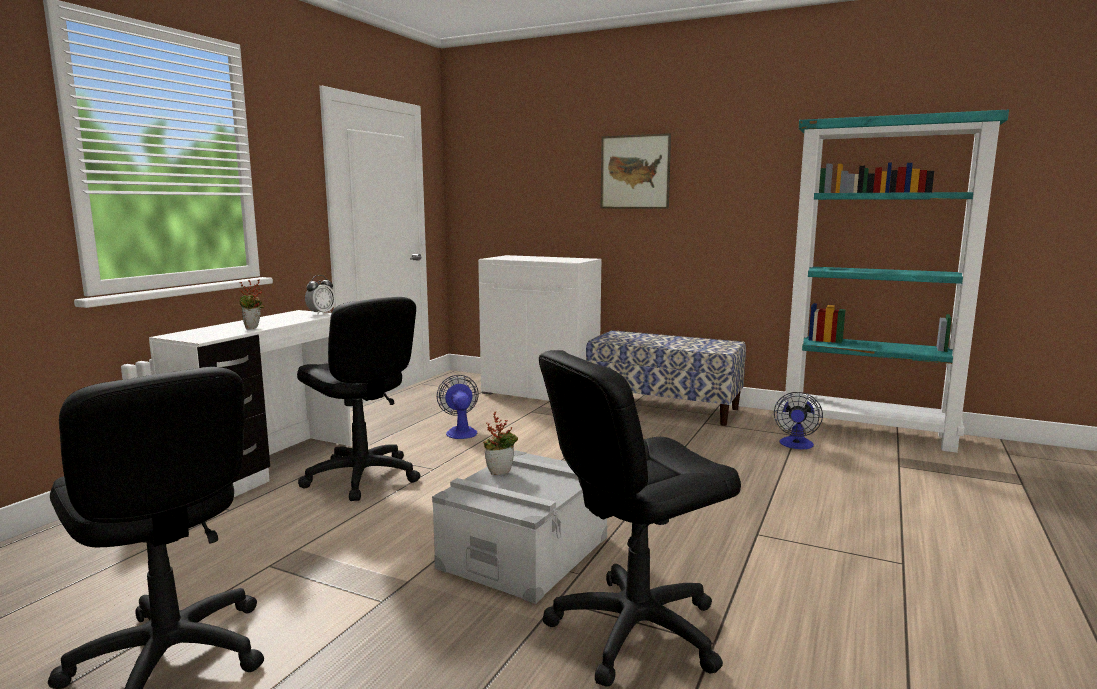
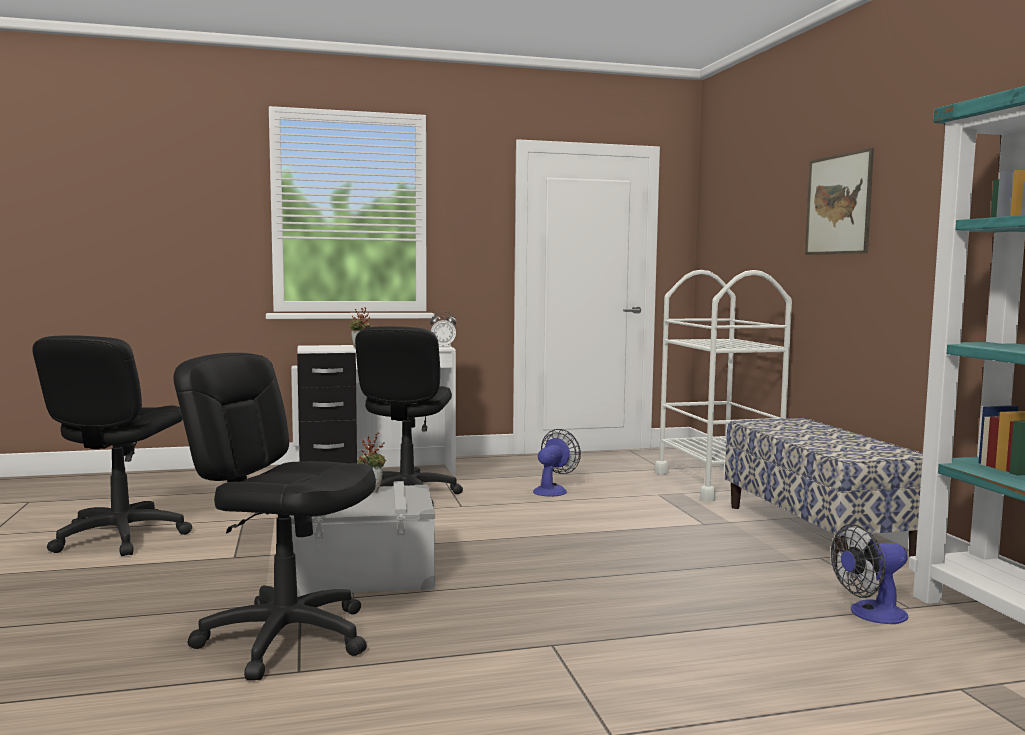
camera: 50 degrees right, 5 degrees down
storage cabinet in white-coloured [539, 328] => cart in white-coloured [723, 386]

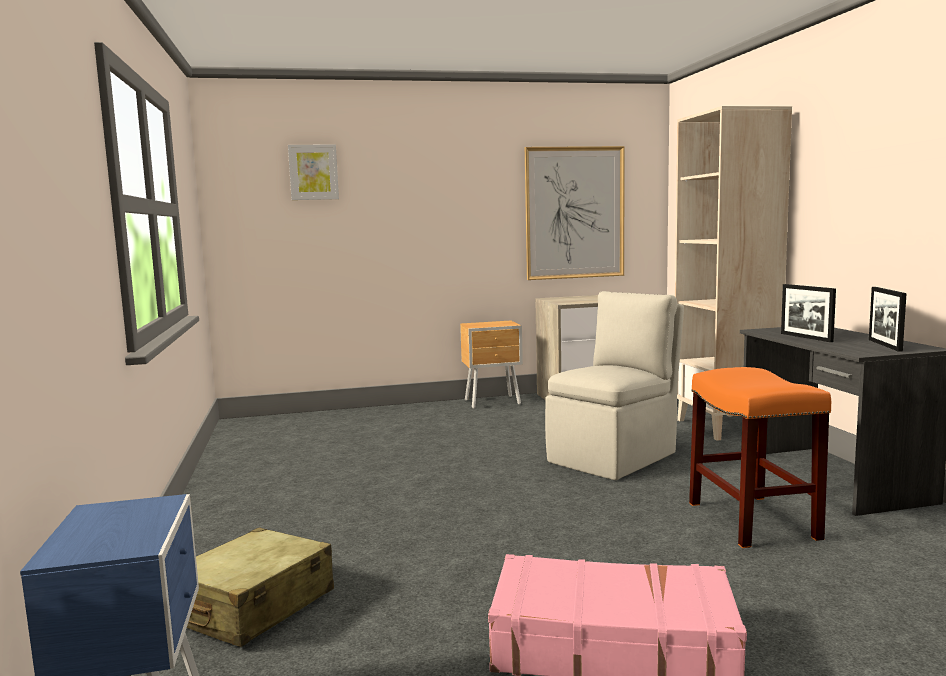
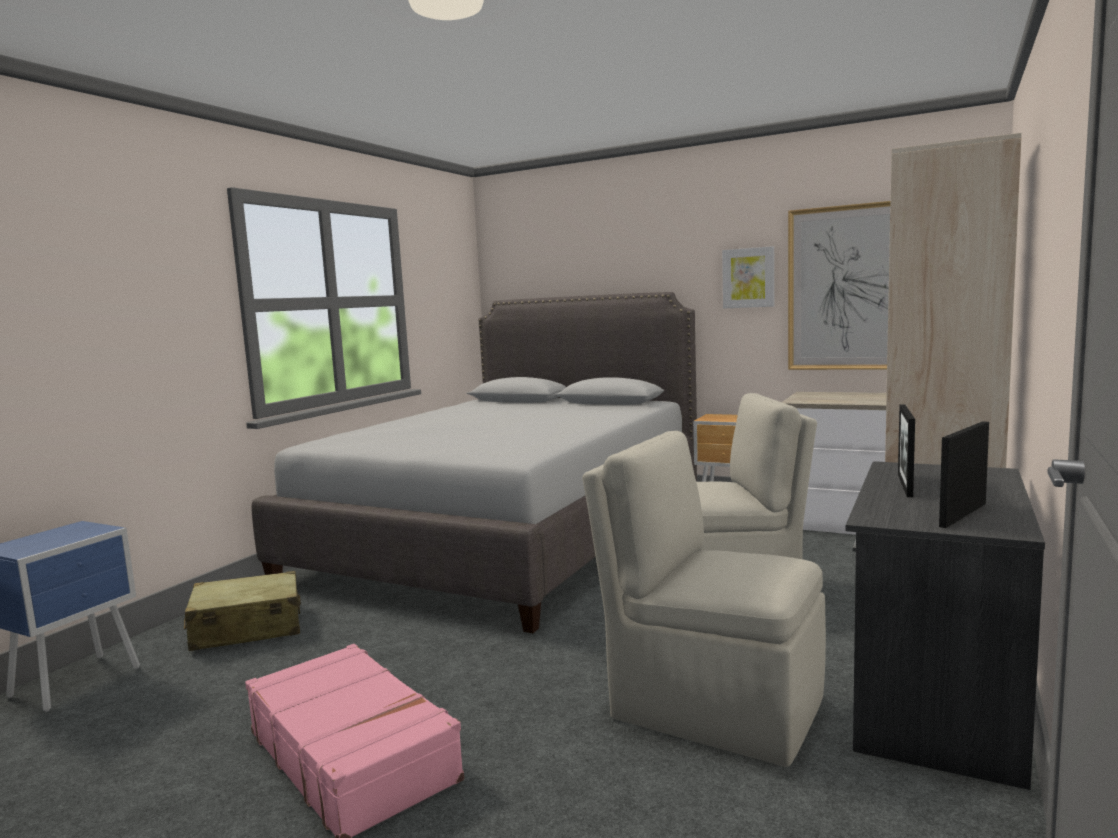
camera: 40 degrees right, 0 degrees up
nothing => sleeping bed in gray [474, 462]
picture [313, 172] => picture [748, 277], move
sitting stool in orangey [760, 457] => chair in sand-coloured [704, 599]

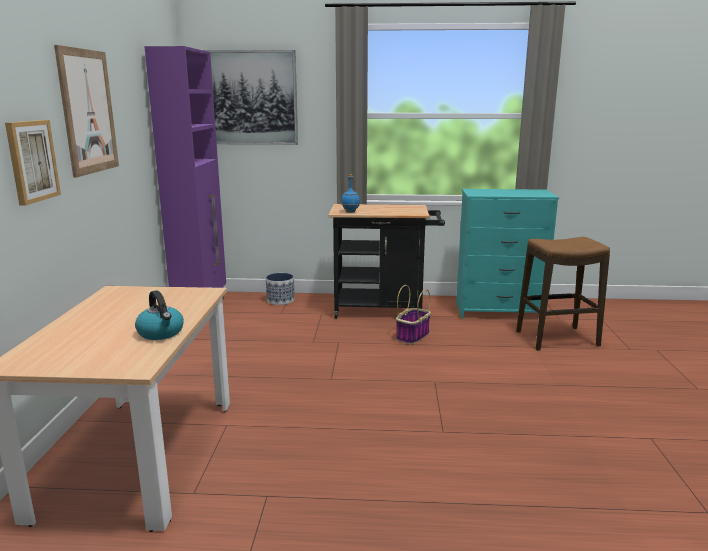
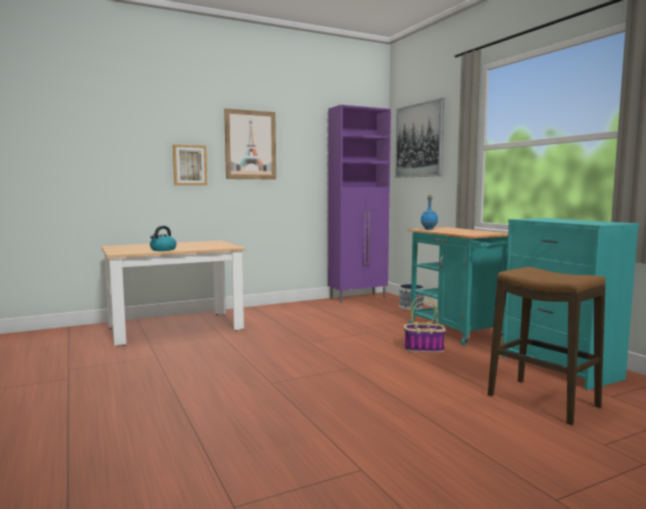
camera: 60 degrees right, 10 degrees down
cart in blackish [386, 261] => cart in turquoise-coloured [457, 286]

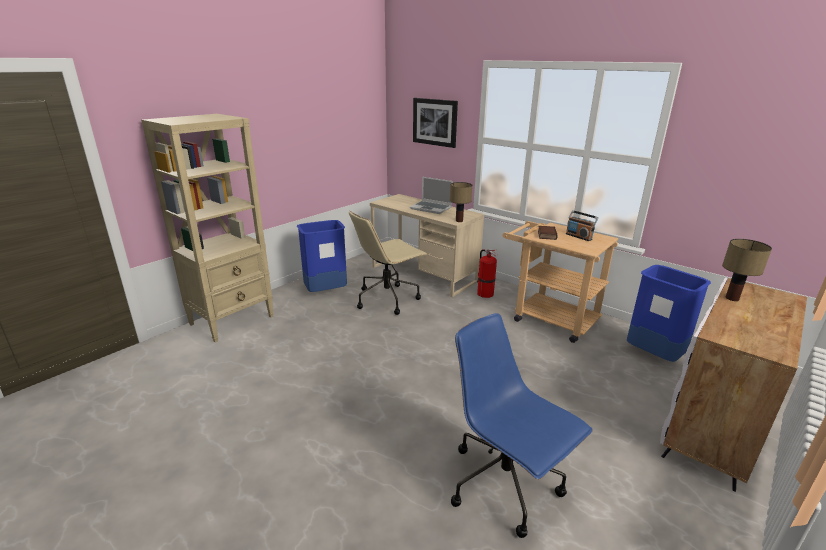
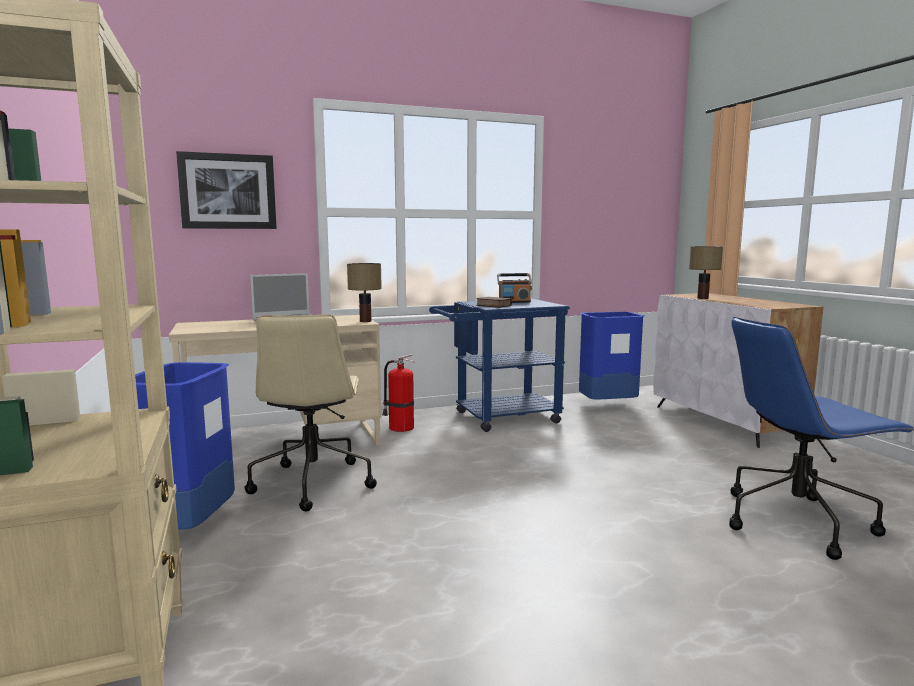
camera: 60 degrees left, 15 degrees down
cart in sand-coloured [560, 282] => cart in blue [499, 365]

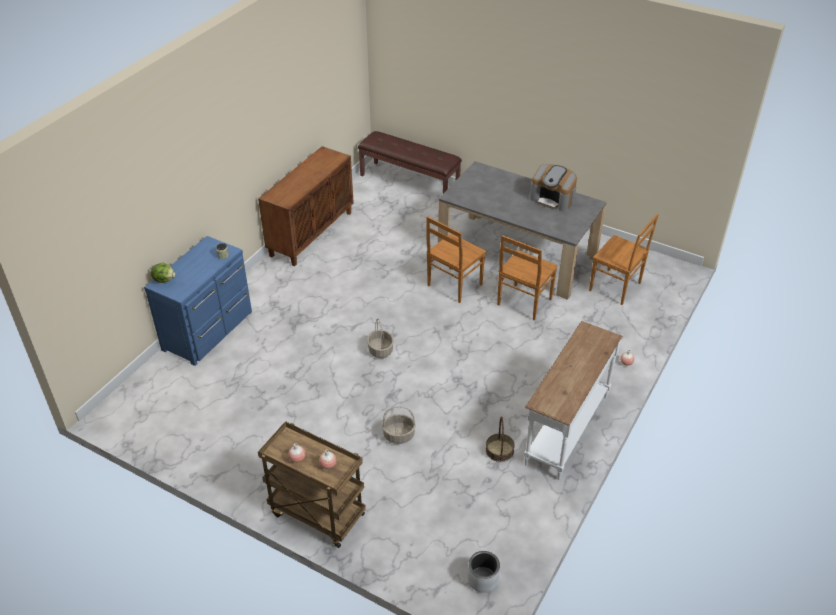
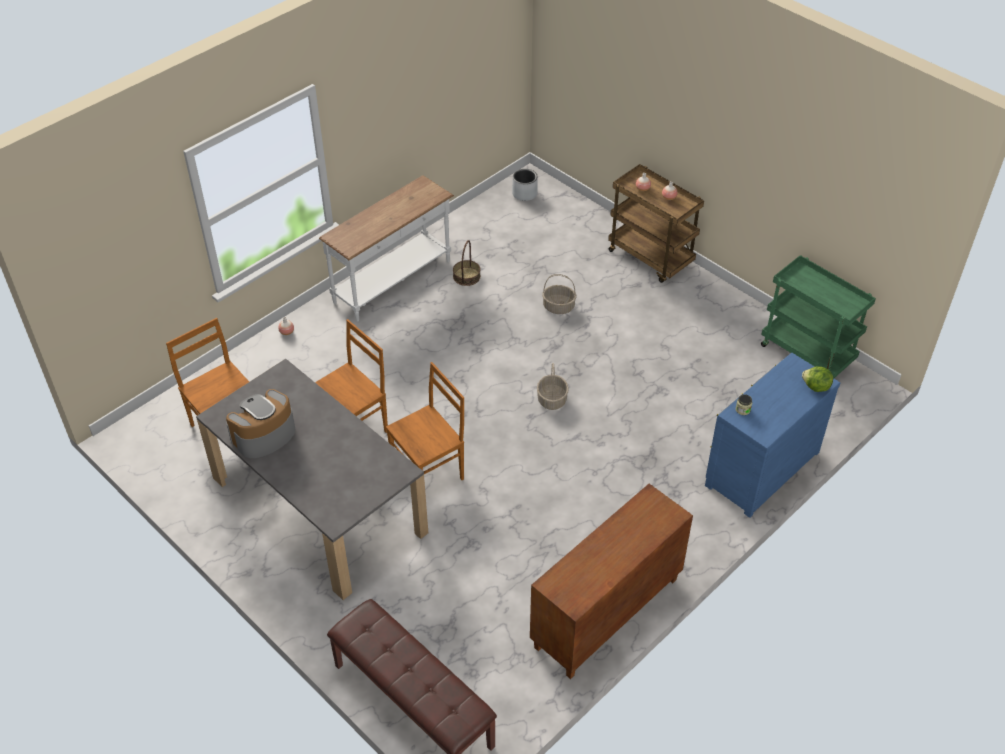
camera: 165 degrees left, 5 degrees up
nothing => cart in greenish [818, 316]
coffee machine [553, 187] => coffee machine [260, 423], 90 degrees counterclockwise

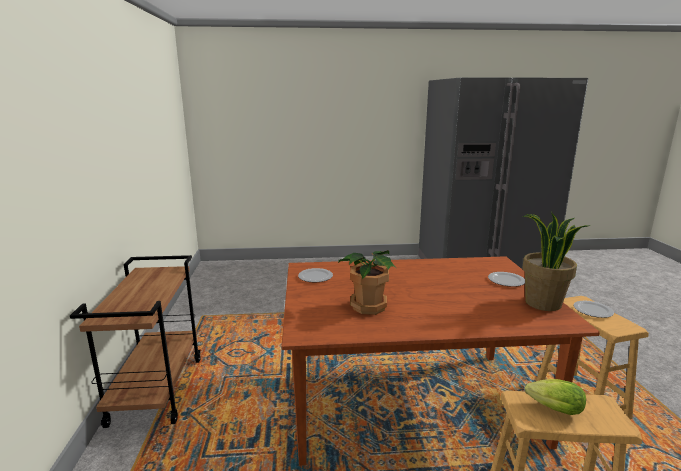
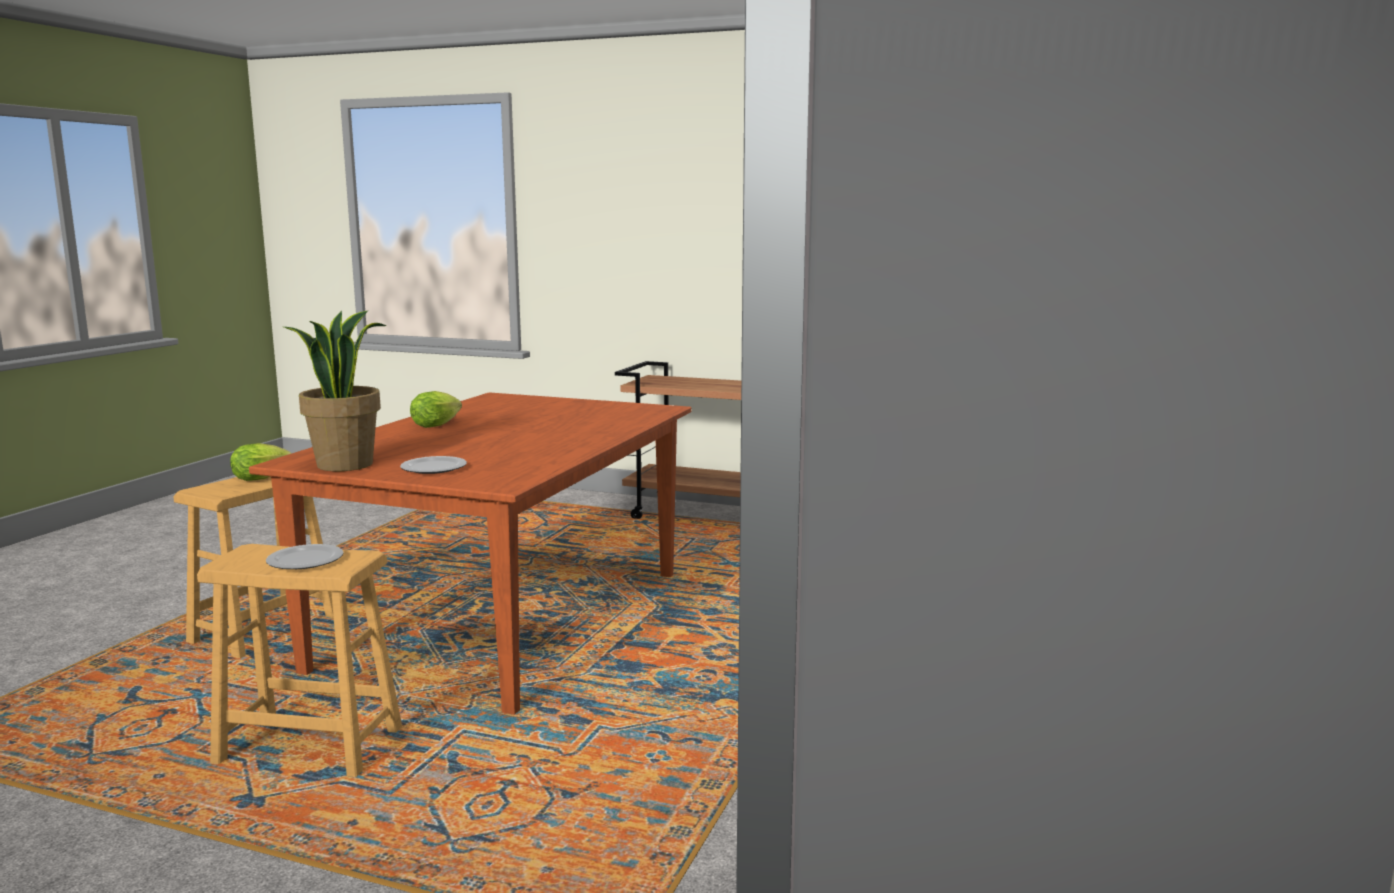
camera: 115 degrees right, 5 degrees down
flat dish [315, 275] => nothing
houseplant [367, 282] => nothing
nothing => lettuce [436, 409]

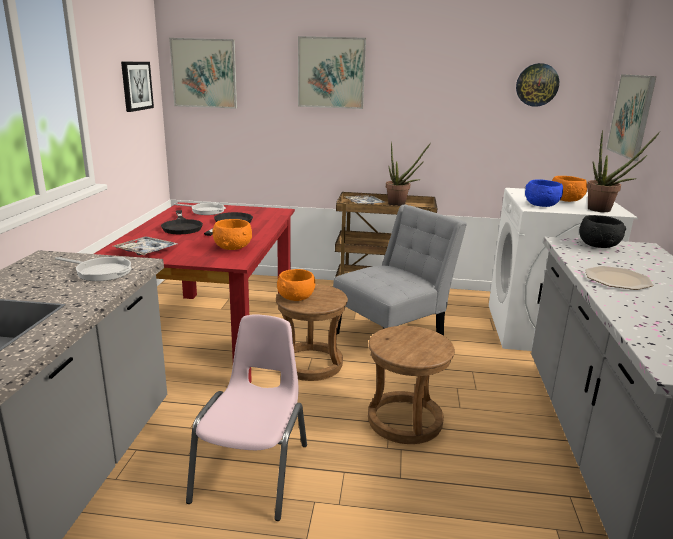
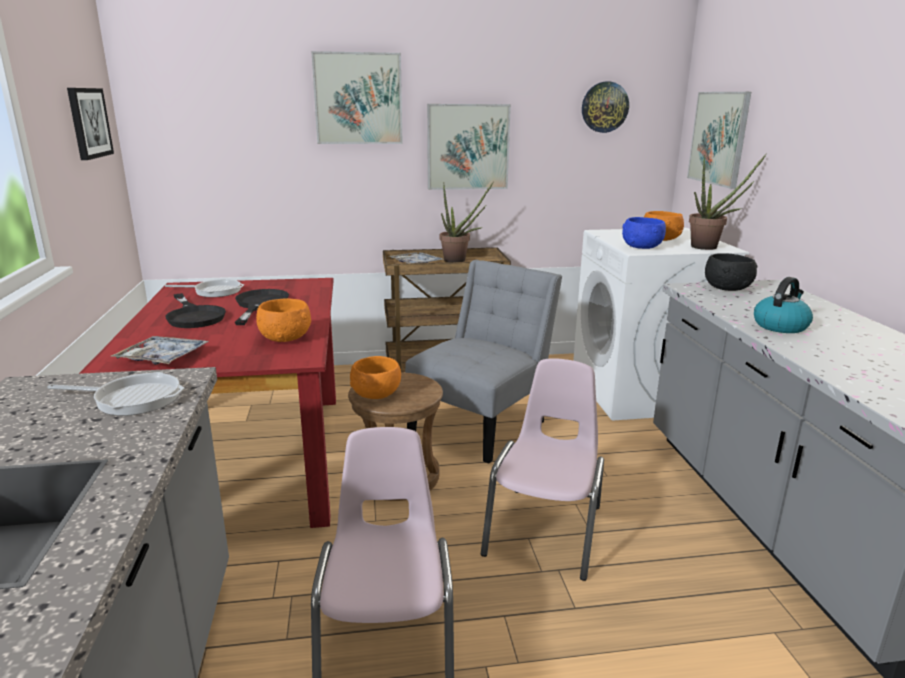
camera: 15 degrees left, 0 degrees up
picture [203, 73] => picture [469, 147], move
sitting stool in brownish [411, 385] => chair in pink [542, 469]
flat dish [619, 278] => tea kettle [783, 305]

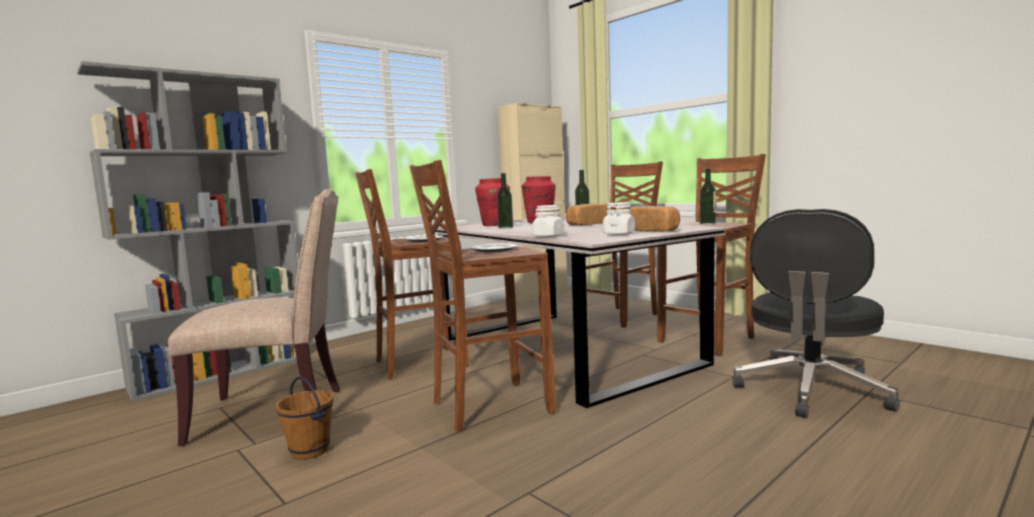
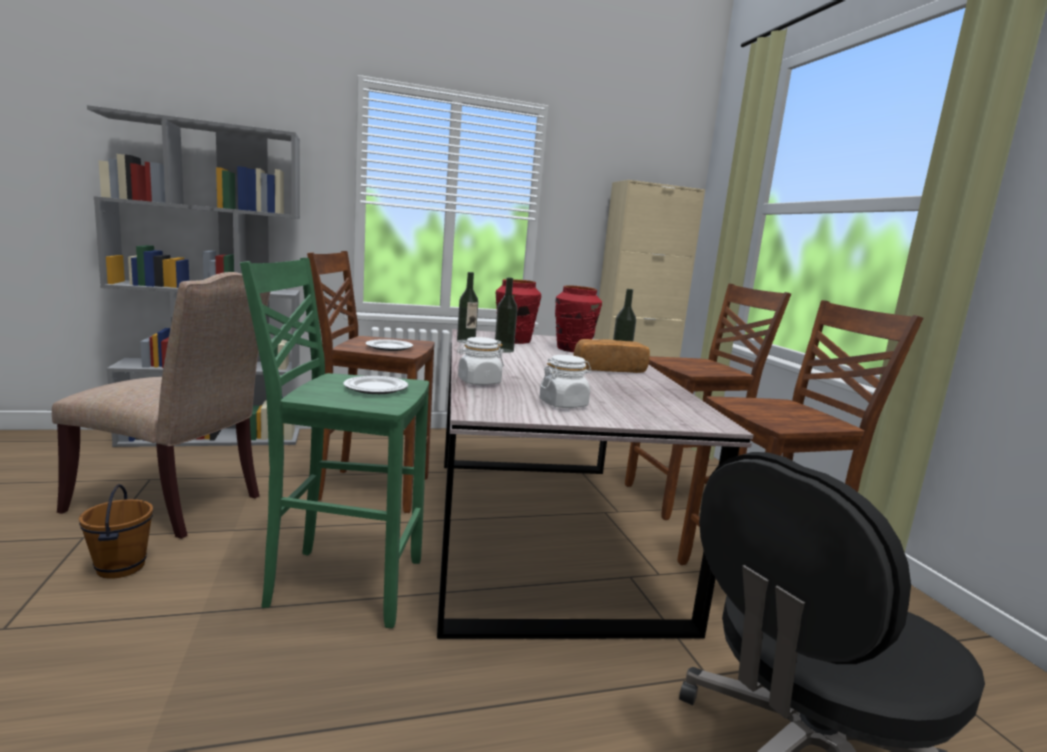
camera: 25 degrees right, 5 degrees up
baked bread [655, 219] => nothing
drink bottle [708, 197] => drink bottle [467, 307], move
sitting stool in brownish [482, 296] => sitting stool in greenish [334, 443]

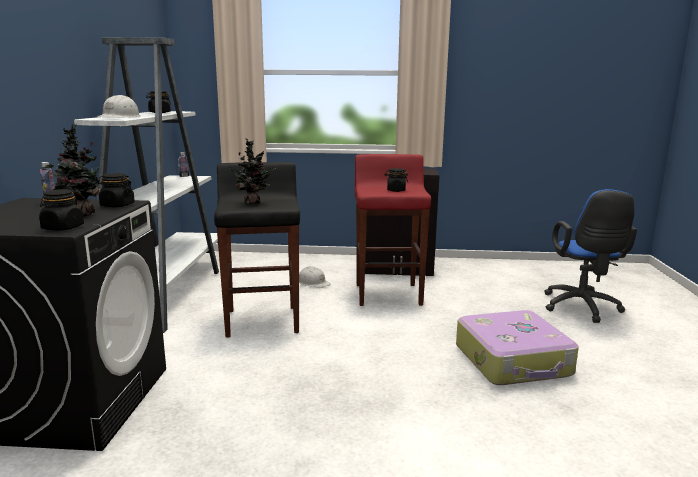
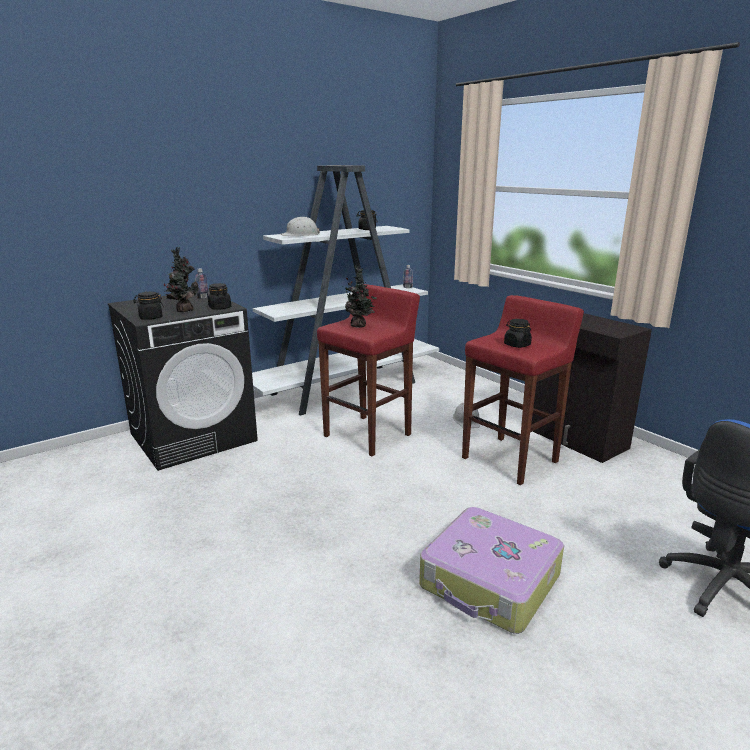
camera: 50 degrees right, 5 degrees up
sitting stool in blackish [257, 250] => sitting stool in red [368, 370]

